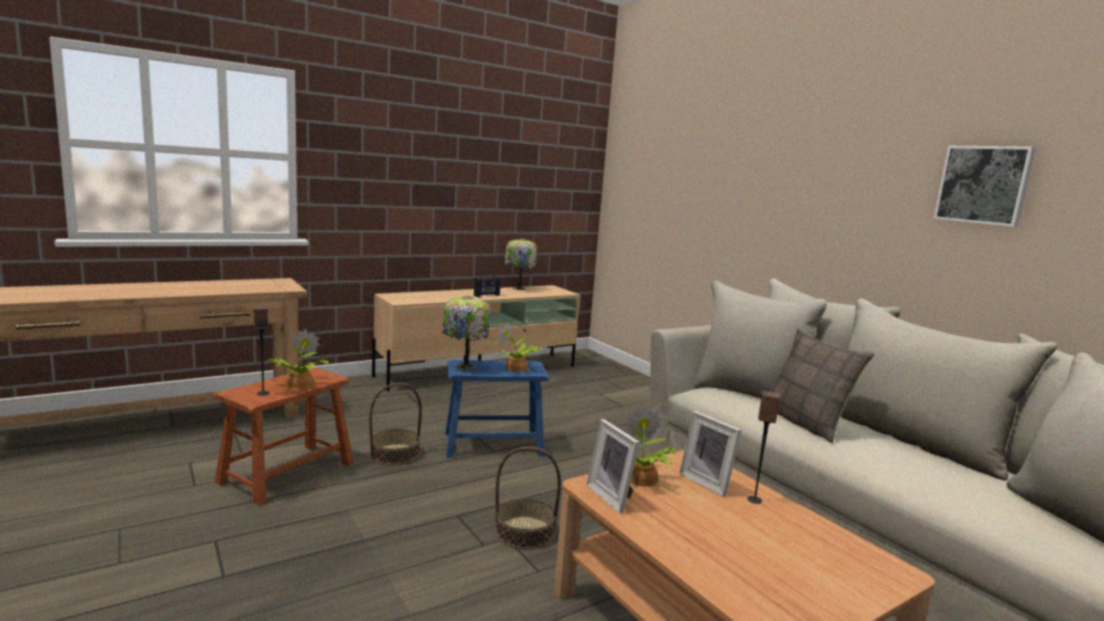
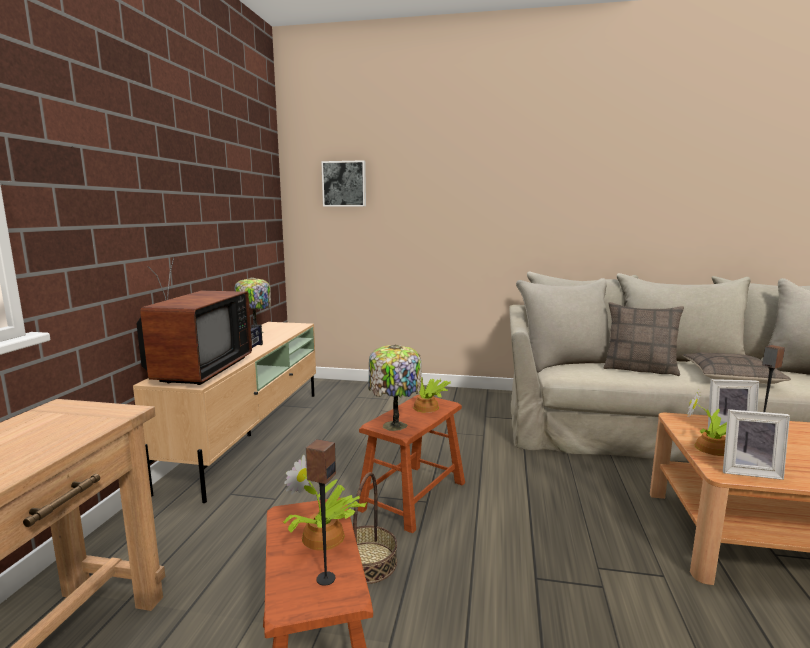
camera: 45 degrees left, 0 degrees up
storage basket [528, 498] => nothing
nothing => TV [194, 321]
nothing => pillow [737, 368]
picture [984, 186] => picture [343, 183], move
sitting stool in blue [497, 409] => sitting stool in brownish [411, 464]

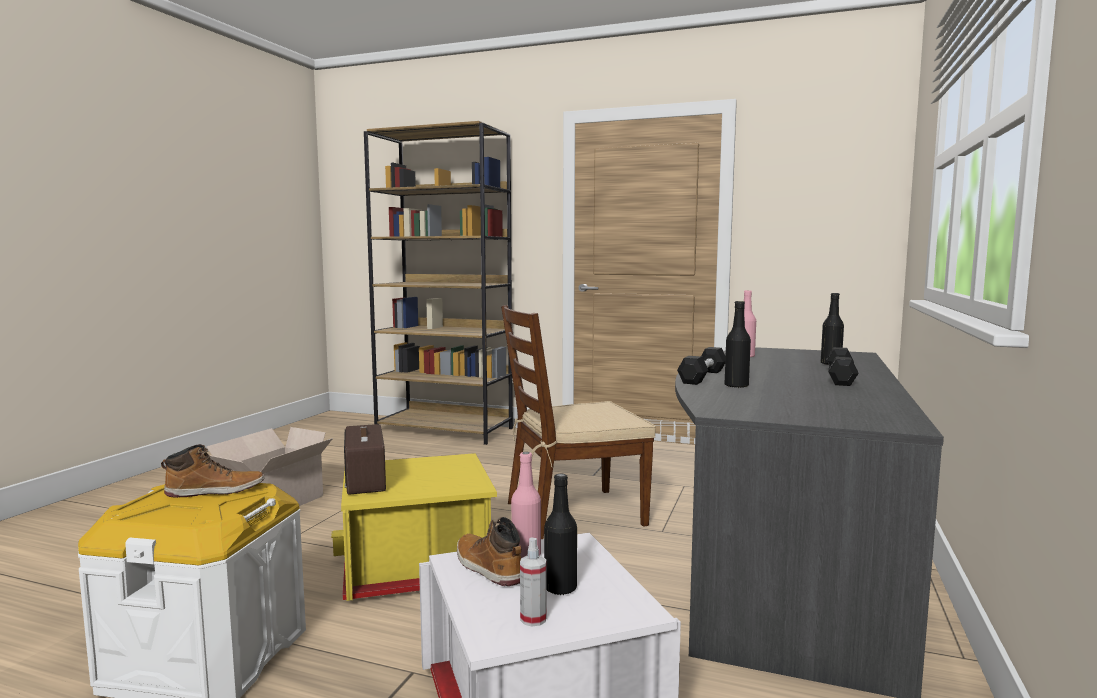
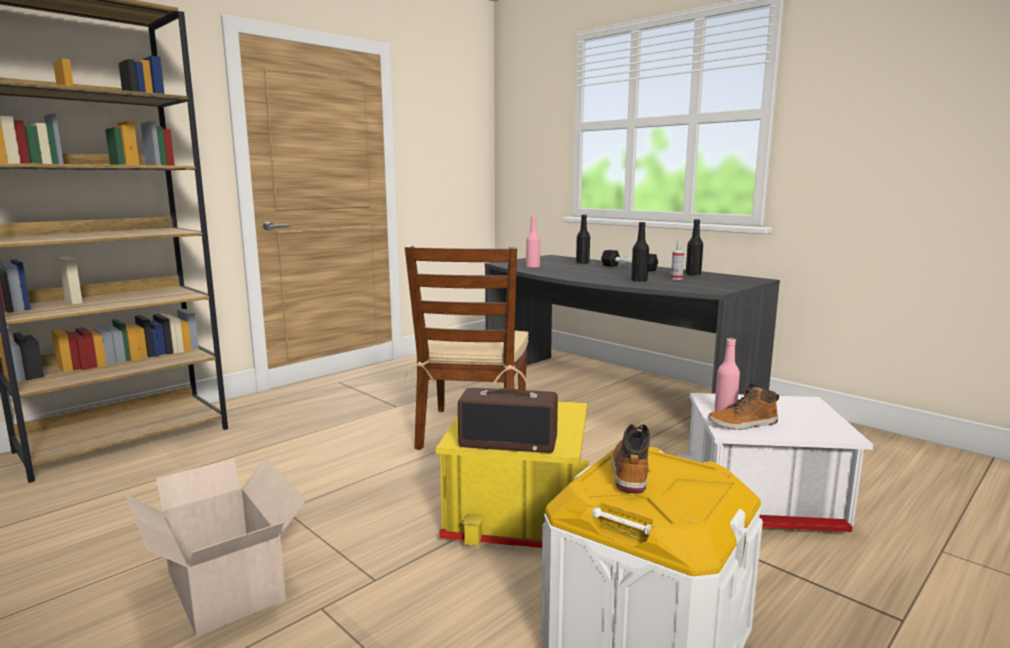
camera: 65 degrees left, 5 degrees up
free weight in blackish [701, 366] => nothing
hand sprayer [533, 582] => hand sprayer [677, 260], move
drink bottle in blackish [560, 535] => drink bottle in blackish [694, 247], move

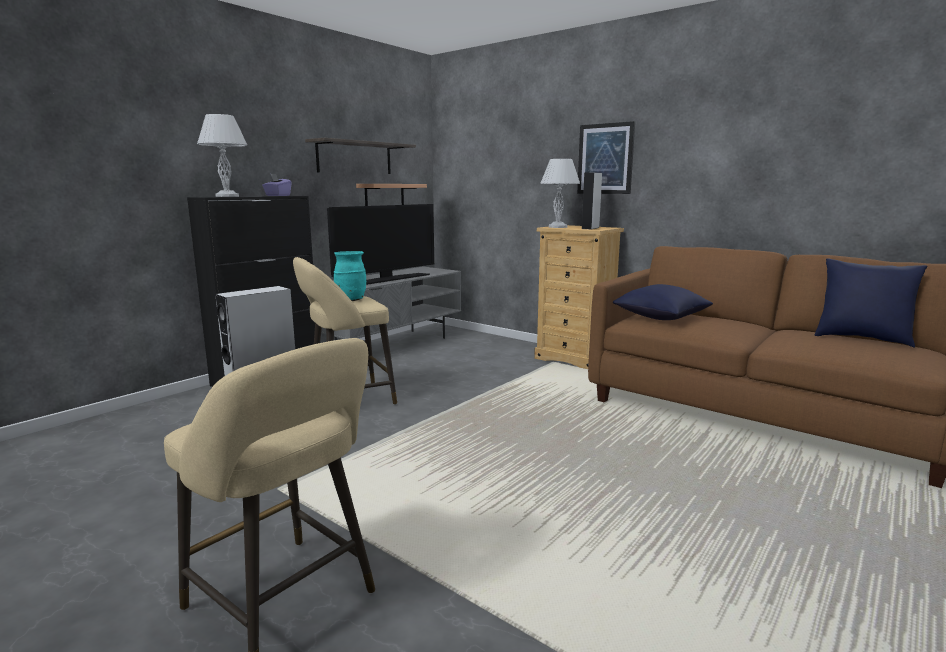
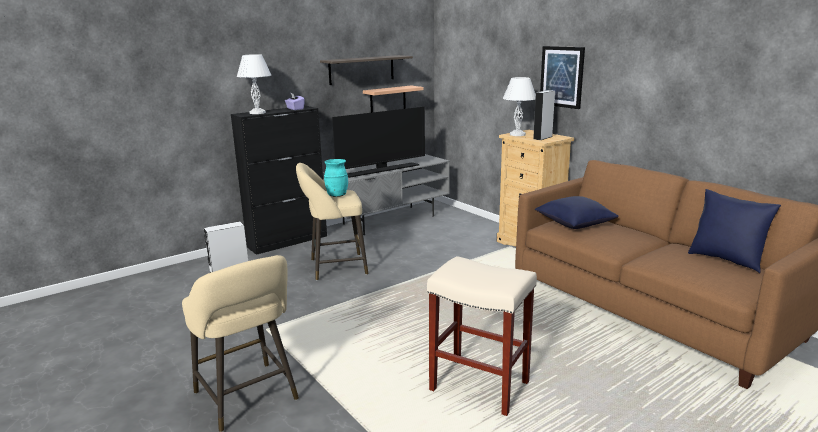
camera: 15 degrees right, 5 degrees up
nothing => sitting stool in sand-coloured [482, 336]

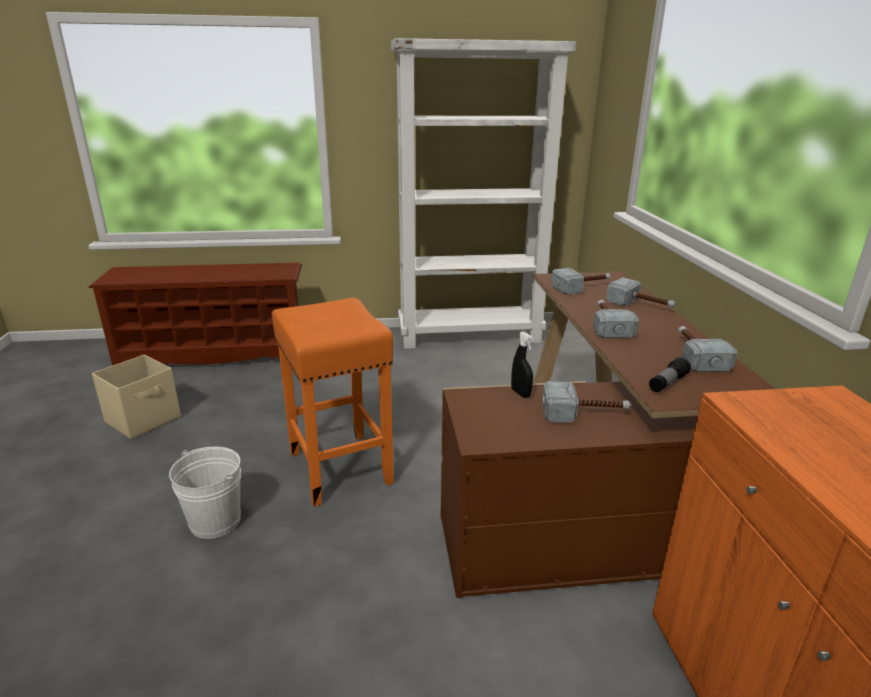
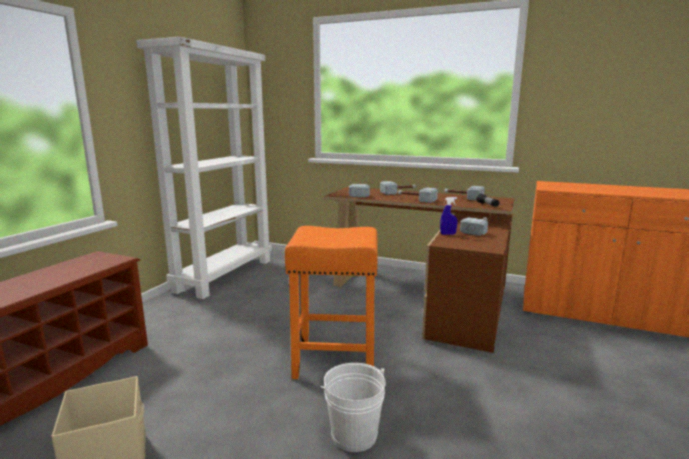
camera: 60 degrees left, 10 degrees down
hand sprayer in blackish [522, 364] => hand sprayer in blue [449, 216]

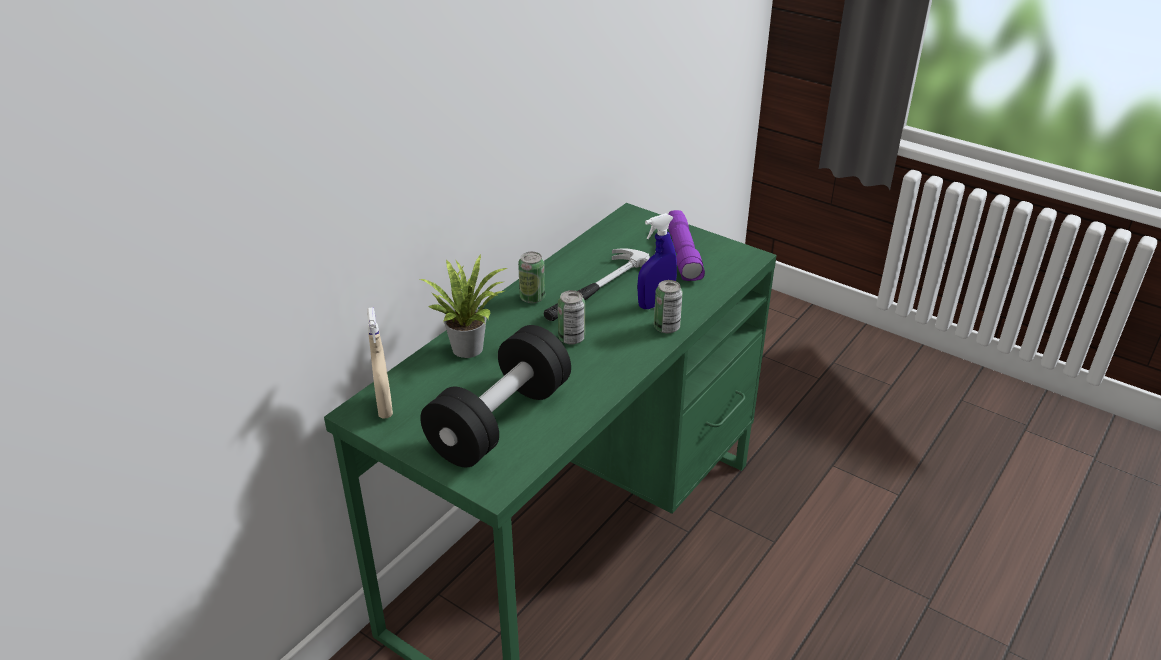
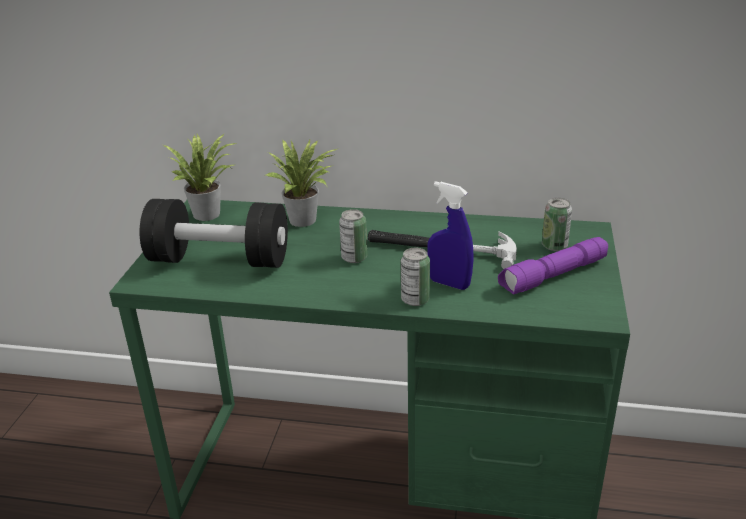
camera: 65 degrees right, 5 degrees down
can [531, 277] => can [557, 224], move
hand sprayer in sand-coloured [380, 362] => houseplant [200, 177]

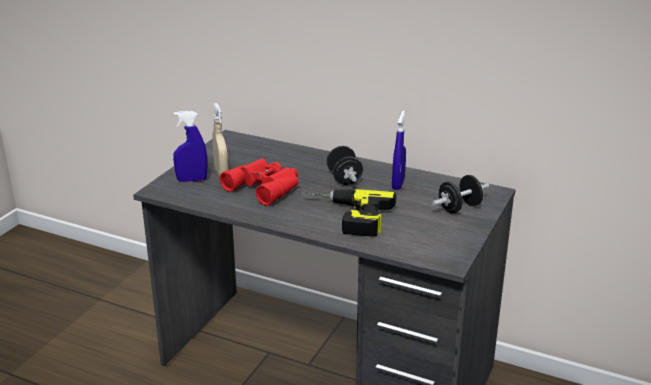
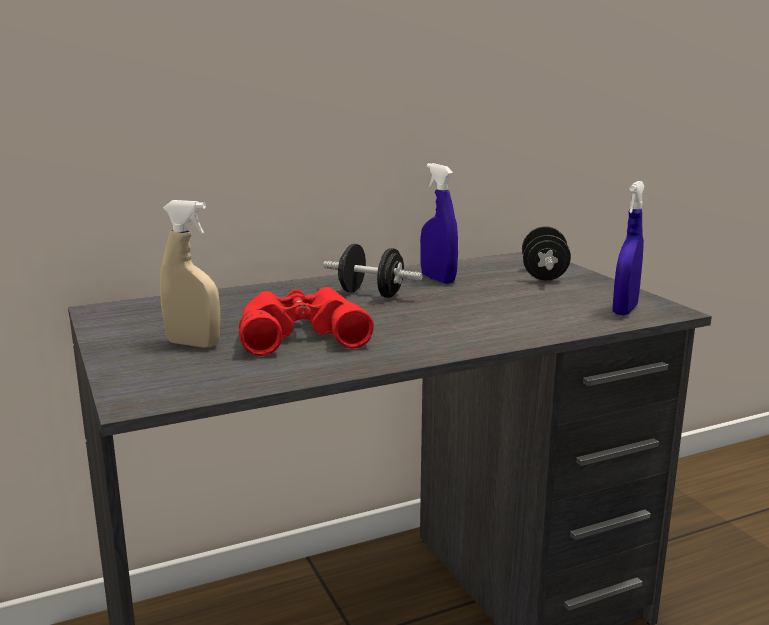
camera: 50 degrees left, 10 degrees down
electric drill [348, 213] => nothing
hand sprayer in blue [190, 146] => hand sprayer in blue [629, 248], move

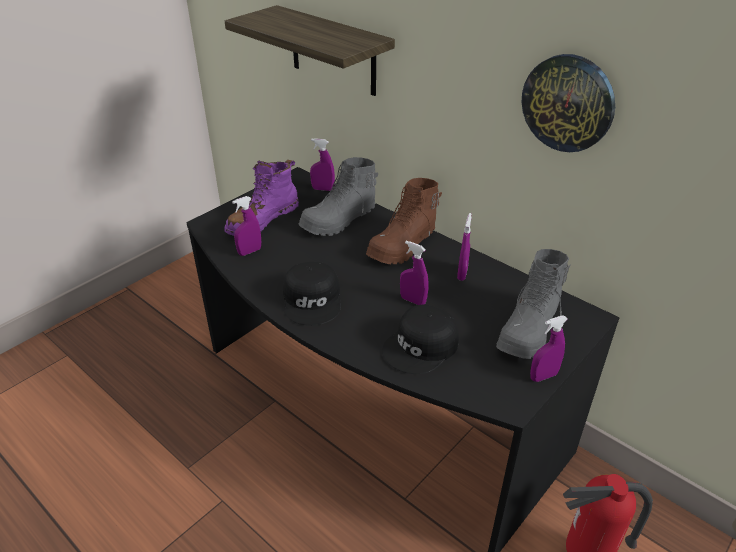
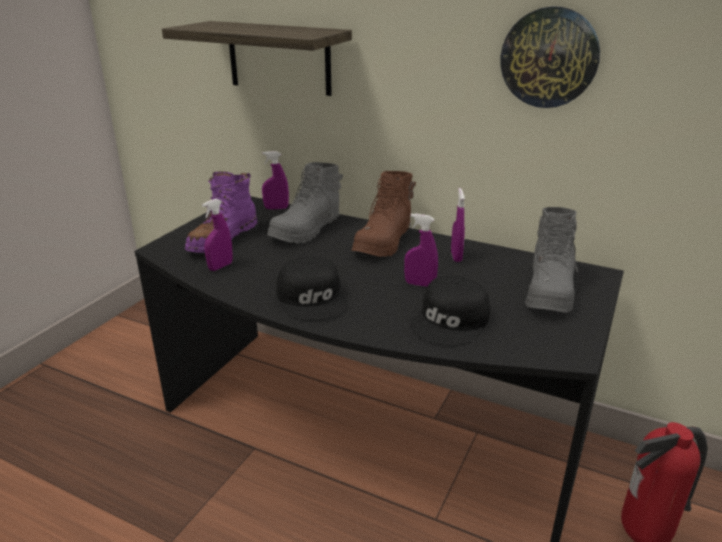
camera: 15 degrees left, 10 degrees down
hand sprayer in purplish [549, 348] => nothing

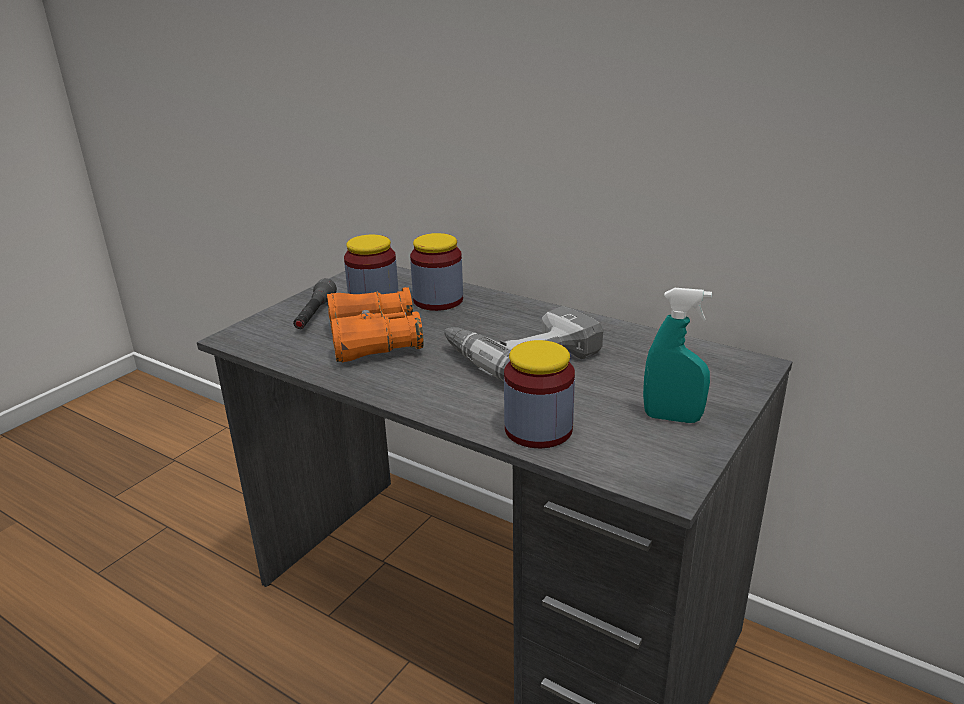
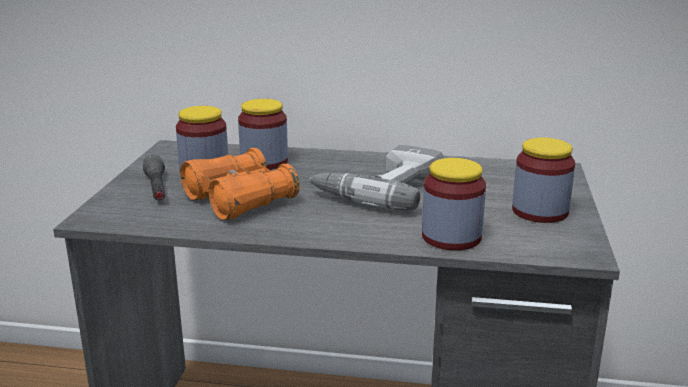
camera: 25 degrees left, 5 degrees down
hand sprayer in turquoise-coloured [677, 355] => preserve jar [543, 180]

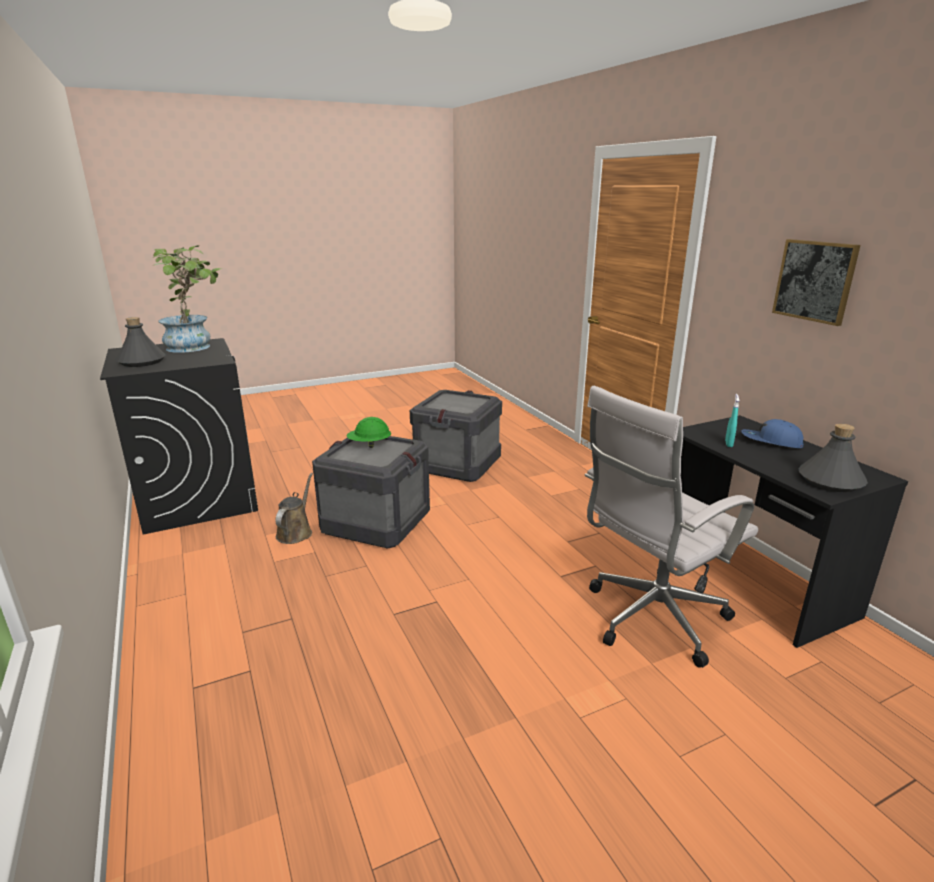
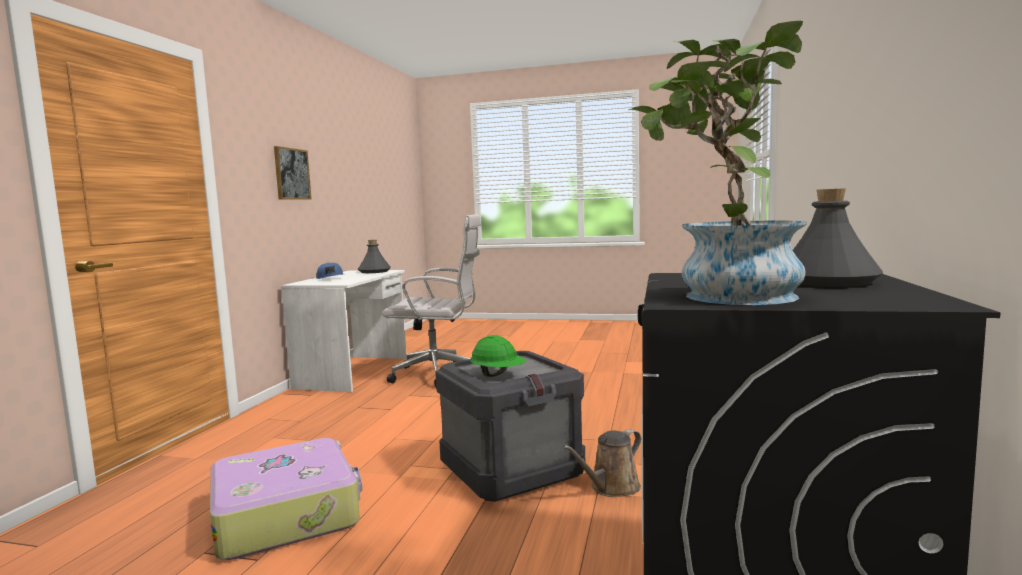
camera: 140 degrees left, 15 degrees down
hand sprayer in turquoise-coloured [732, 420] => nothing
shipping crate [456, 436] => travel case [286, 499]
desk unit in blackish [794, 531] => desk unit in white-coloured [344, 331]

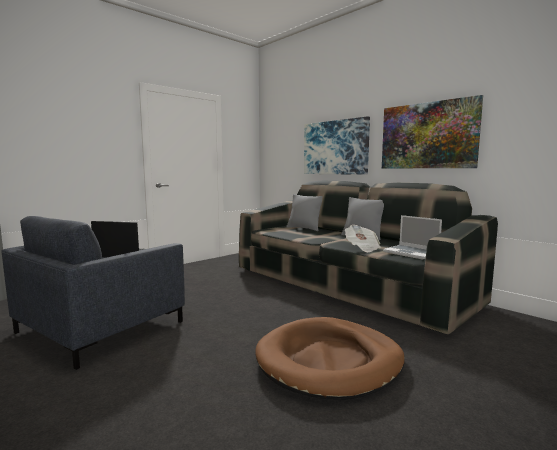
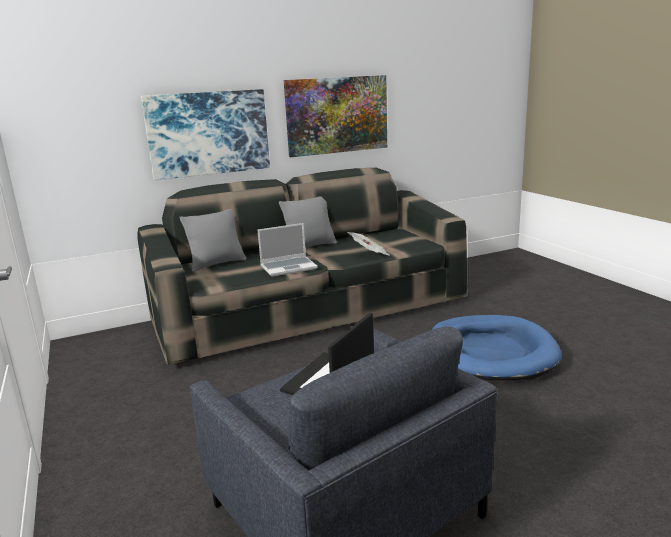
camera: 70 degrees left, 10 degrees up
laptop [412, 237] => laptop [287, 250], move
dog cushion in brownish [330, 358] => dog cushion in blue [496, 348]

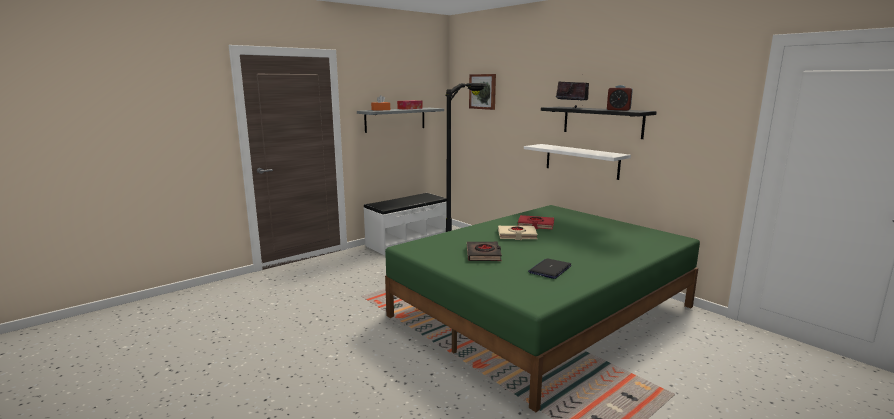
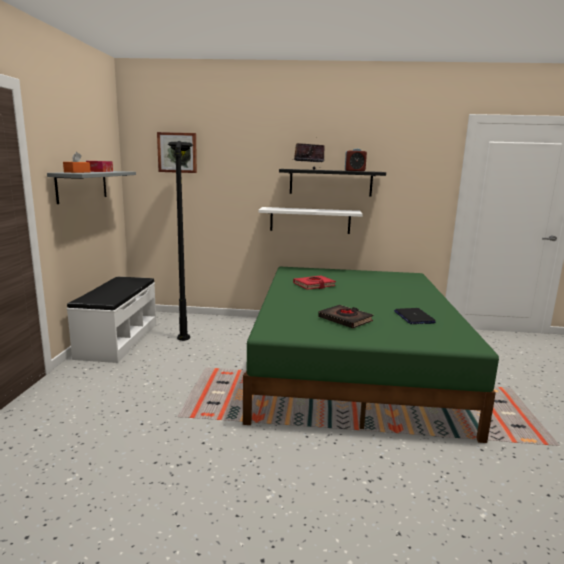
camera: 45 degrees left, 0 degrees up
book in sand-coloured [518, 233] => nothing

